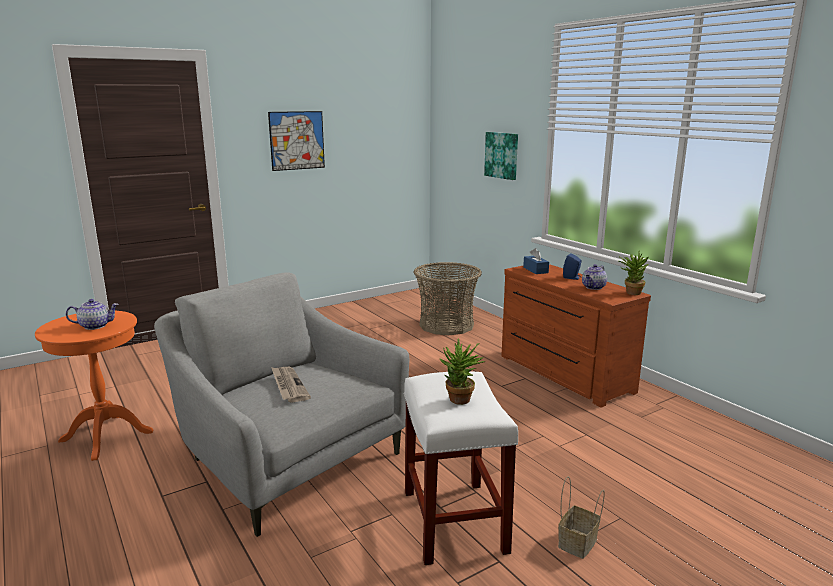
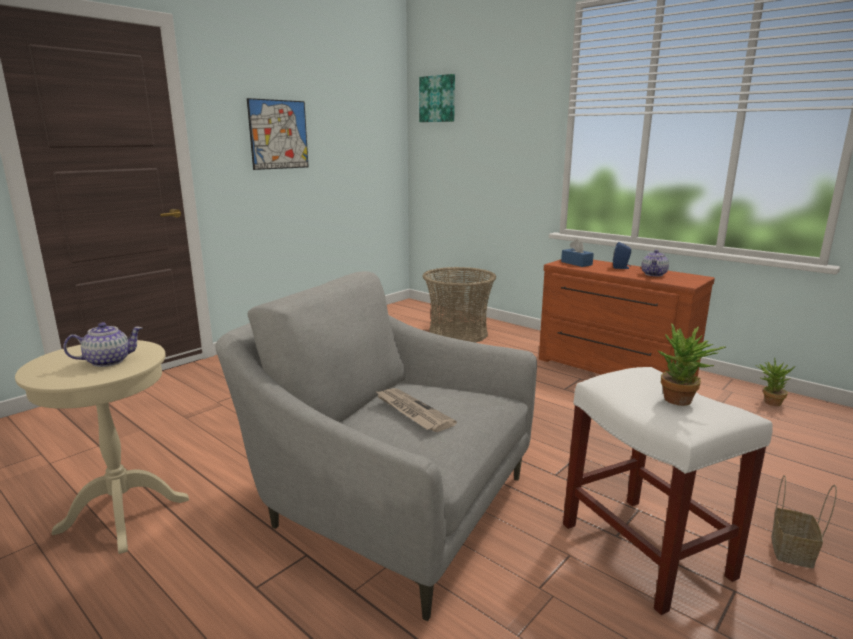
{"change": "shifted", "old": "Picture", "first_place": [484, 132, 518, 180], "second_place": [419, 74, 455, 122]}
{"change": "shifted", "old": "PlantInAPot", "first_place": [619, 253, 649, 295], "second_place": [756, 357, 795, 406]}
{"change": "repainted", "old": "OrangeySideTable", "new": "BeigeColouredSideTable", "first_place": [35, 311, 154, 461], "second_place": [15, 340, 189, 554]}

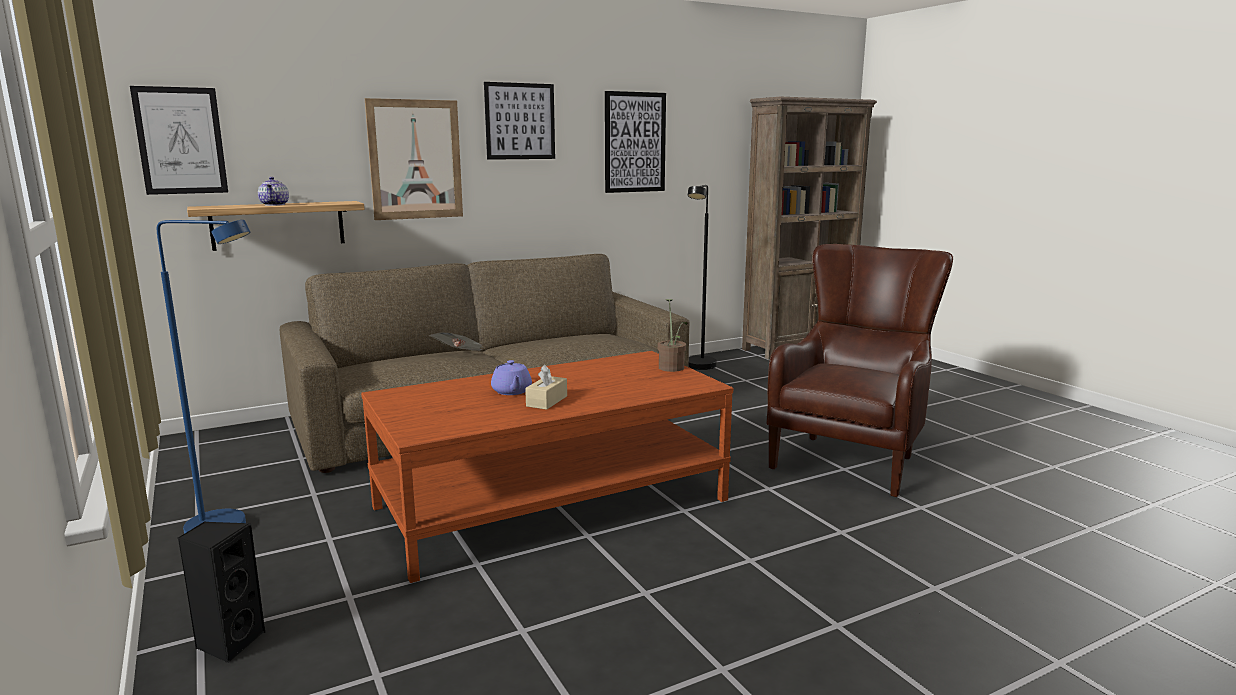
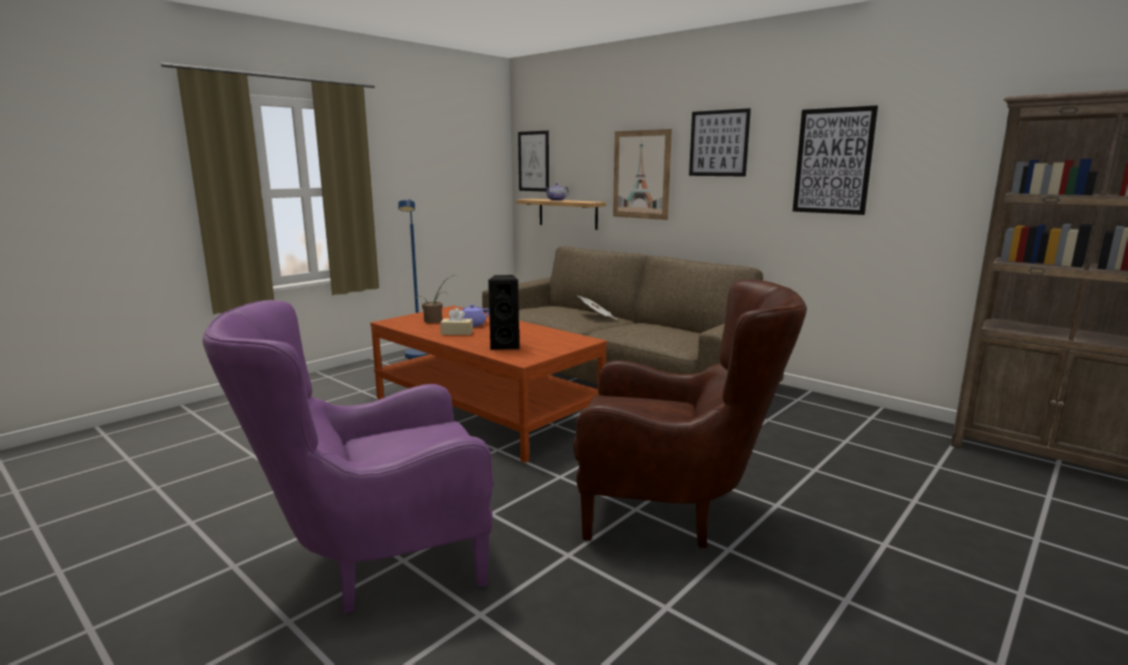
{"change": "gone", "old": "BlackishStandingLamp", "first_place": [688, 185, 717, 370]}
{"change": "new", "new": "PurplishEasyChair", "second_place": [202, 300, 494, 614]}
{"change": "shifted", "old": "BlackishLoudspeaker", "first_place": [178, 521, 266, 663], "second_place": [488, 275, 519, 350]}
{"change": "shifted", "old": "PlantInAPot", "first_place": [658, 299, 687, 372], "second_place": [417, 275, 457, 323]}

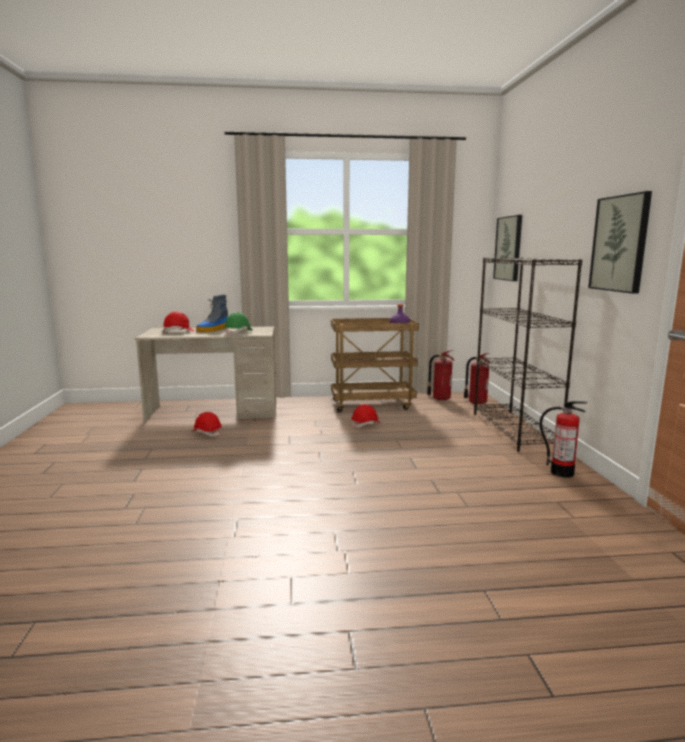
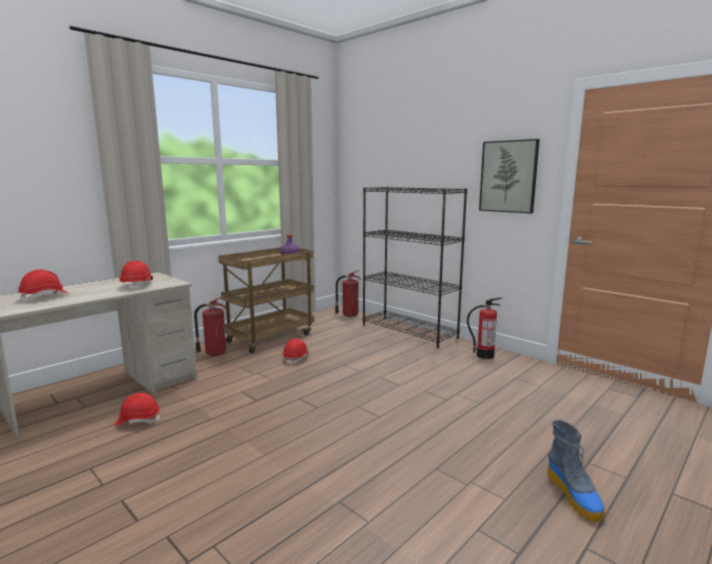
{"change": "gone", "old": "Picture", "first_place": [493, 215, 522, 281]}
{"change": "shifted", "old": "Boot", "first_place": [196, 295, 228, 333], "second_place": [547, 420, 605, 522]}
{"change": "shifted", "old": "FireExtinguisher", "first_place": [427, 350, 454, 400], "second_place": [194, 297, 227, 357]}
{"change": "repainted", "old": "GreenishWorkHelmet", "new": "RedColouredWorkHelmet", "first_place": [224, 312, 253, 335], "second_place": [119, 261, 153, 290]}

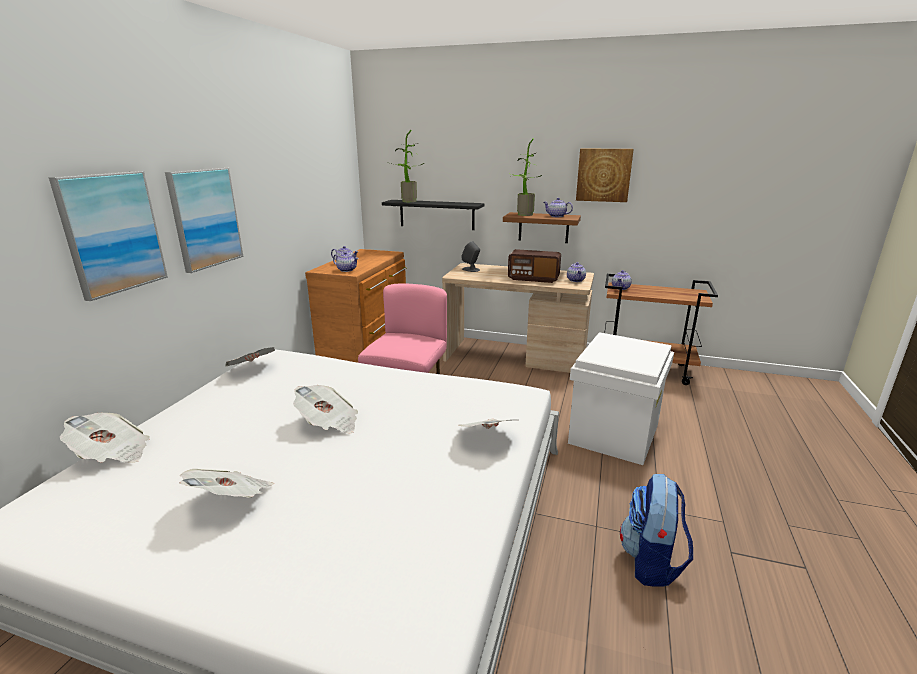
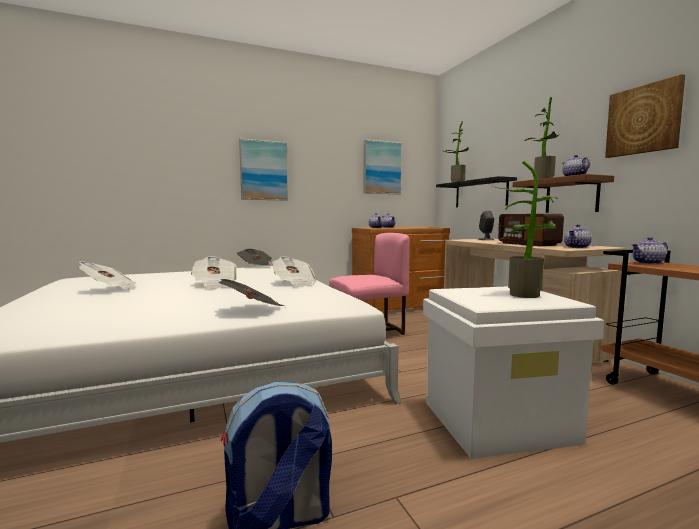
{"change": "new", "new": "PlantInAPot", "second_place": [493, 160, 558, 298]}
{"change": "shifted", "old": "Picture", "first_place": [49, 171, 168, 301], "second_place": [363, 139, 402, 194]}
{"change": "shifted", "old": "Newspaper", "first_place": [60, 413, 149, 463], "second_place": [273, 256, 317, 287]}

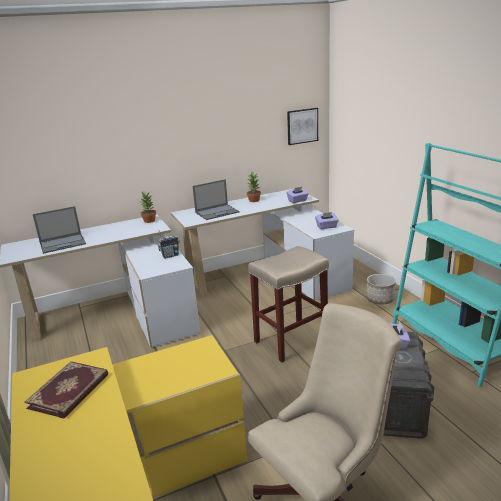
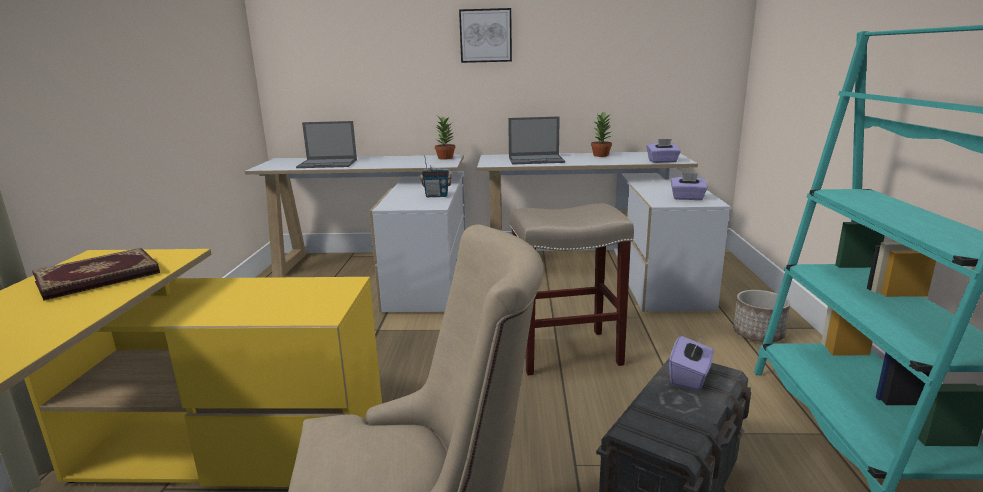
{"change": "shifted", "old": "Picture", "first_place": [287, 108, 318, 145], "second_place": [459, 8, 512, 63]}

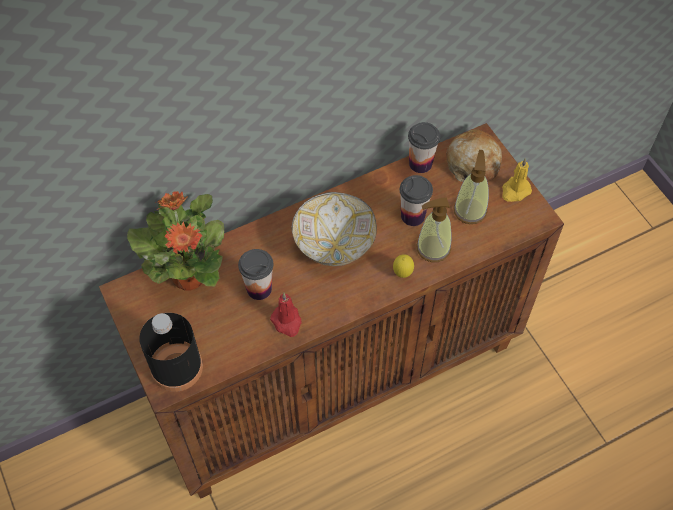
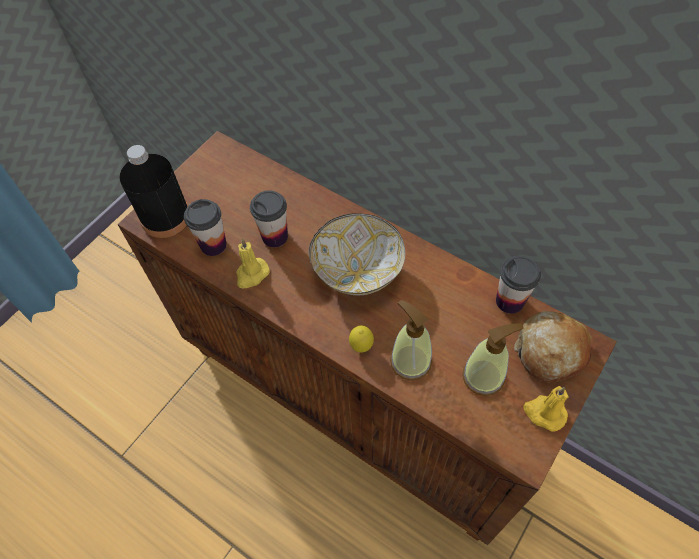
{"change": "gone", "old": "PlantInAPot", "first_place": [127, 191, 224, 291]}
{"change": "shifted", "old": "Cup", "first_place": [400, 175, 433, 226], "second_place": [184, 199, 227, 256]}
{"change": "repainted", "old": "RedColouredWaxLight", "new": "YellowWaxLight", "first_place": [270, 293, 302, 337], "second_place": [236, 239, 270, 288]}

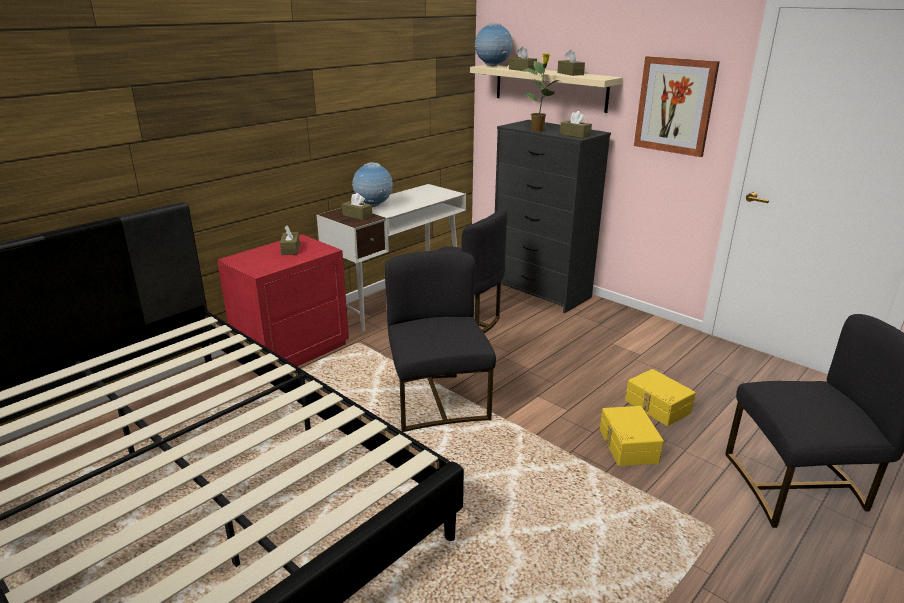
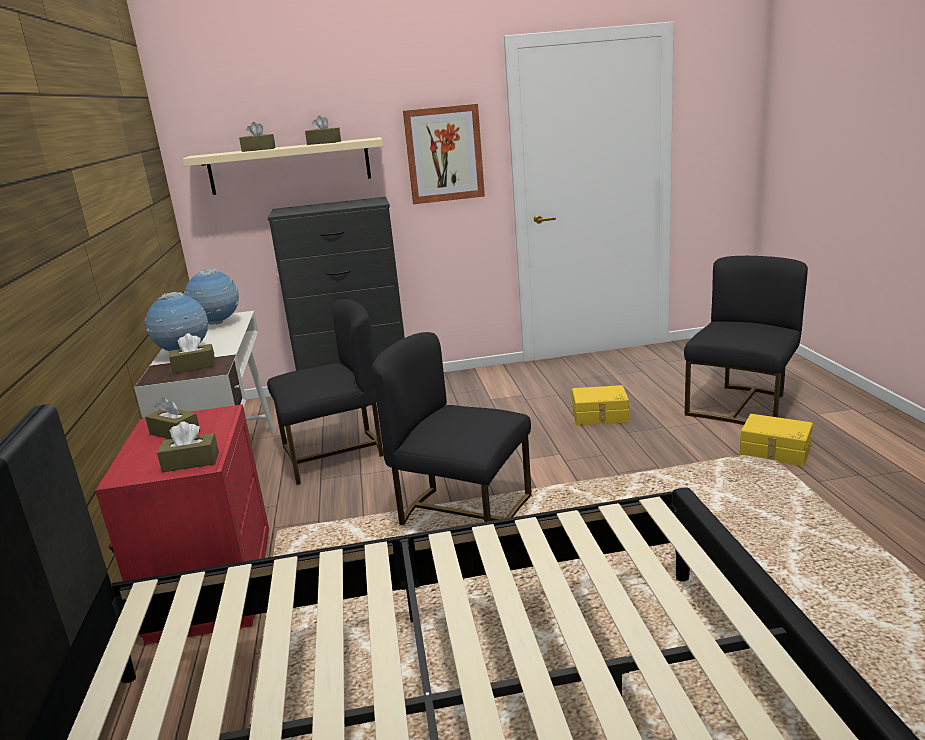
{"change": "gone", "old": "PlantInAPot", "first_place": [522, 54, 559, 131]}
{"change": "shifted", "old": "Globe", "first_place": [474, 23, 513, 67], "second_place": [184, 269, 239, 325]}
{"change": "shifted", "old": "BrownColouredTissueBox", "first_place": [560, 111, 592, 138], "second_place": [157, 422, 219, 472]}
{"change": "shifted", "old": "YellowStorageContainer", "first_place": [600, 406, 664, 466], "second_place": [740, 414, 813, 466]}

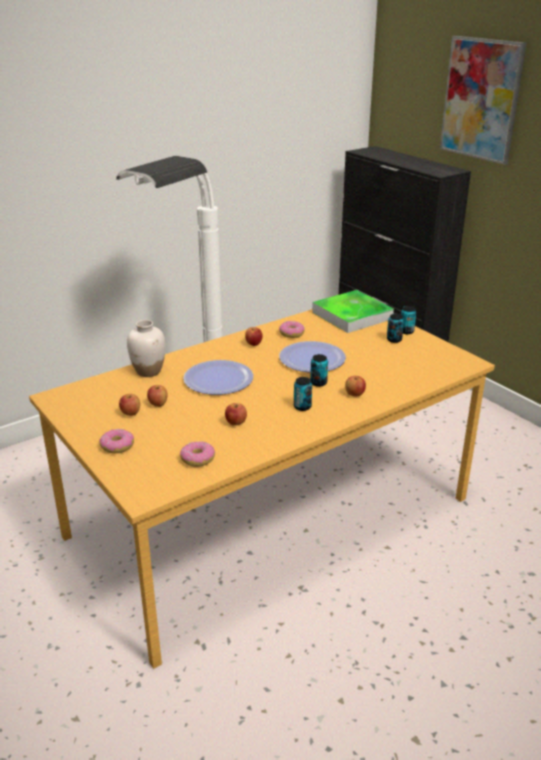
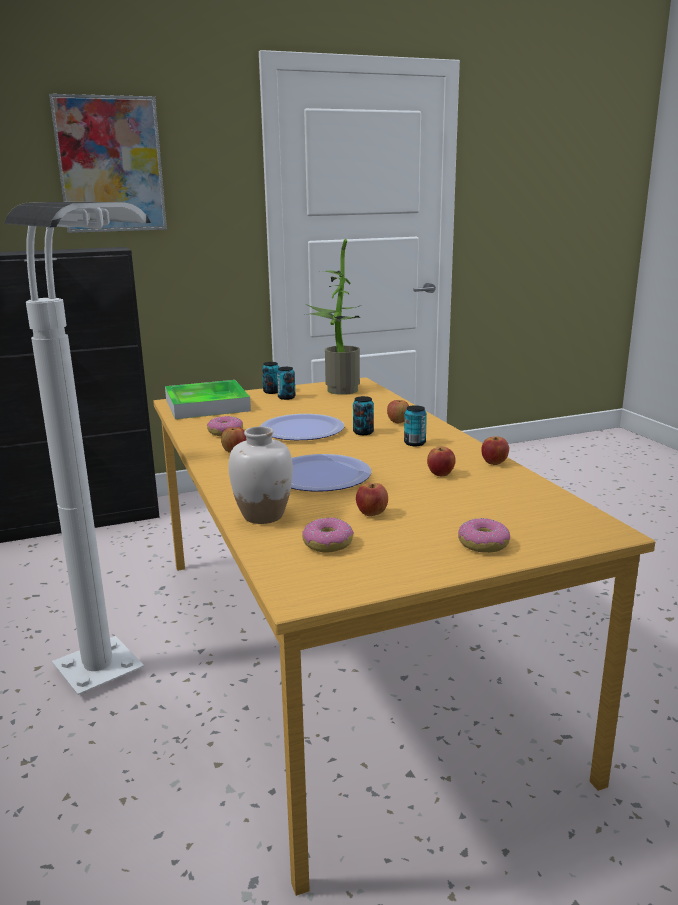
{"change": "new", "new": "PlantInAPot", "second_place": [303, 239, 361, 395]}
{"change": "shifted", "old": "WholeApple", "first_place": [119, 394, 140, 416], "second_place": [481, 436, 509, 465]}
{"change": "shifted", "old": "Donut", "first_place": [180, 442, 215, 467], "second_place": [302, 517, 354, 553]}

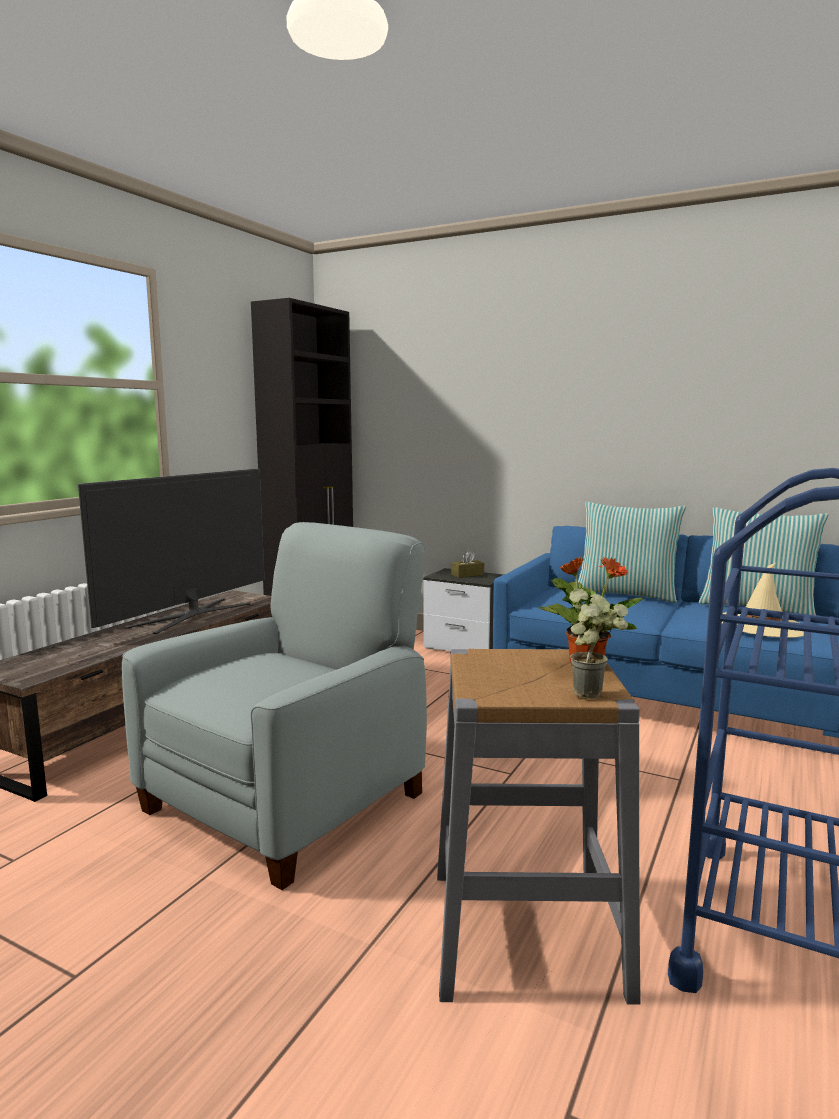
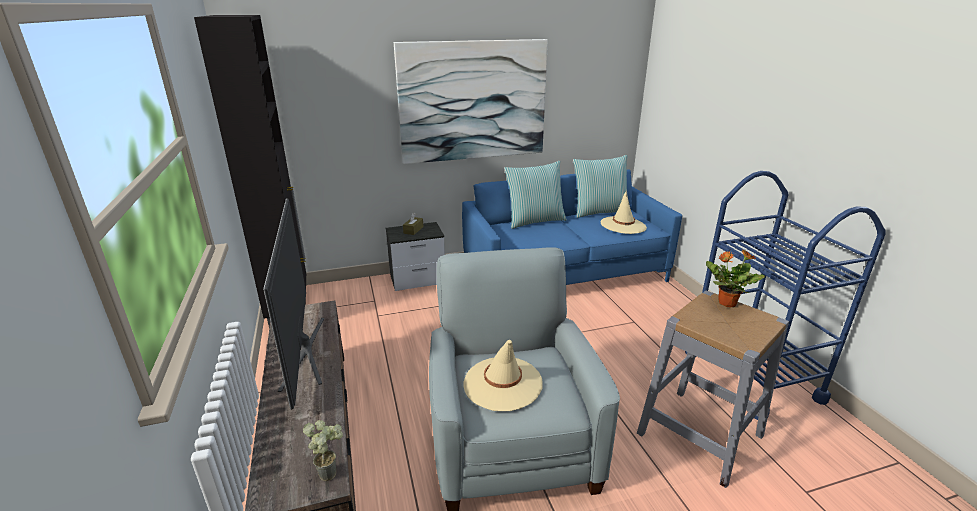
{"change": "new", "new": "Picture", "second_place": [394, 39, 548, 164]}
{"change": "new", "new": "BeigeColouredClothingHat", "second_place": [463, 340, 543, 411]}
{"change": "shifted", "old": "PlantInAPot", "first_place": [569, 588, 628, 699], "second_place": [303, 420, 343, 481]}

